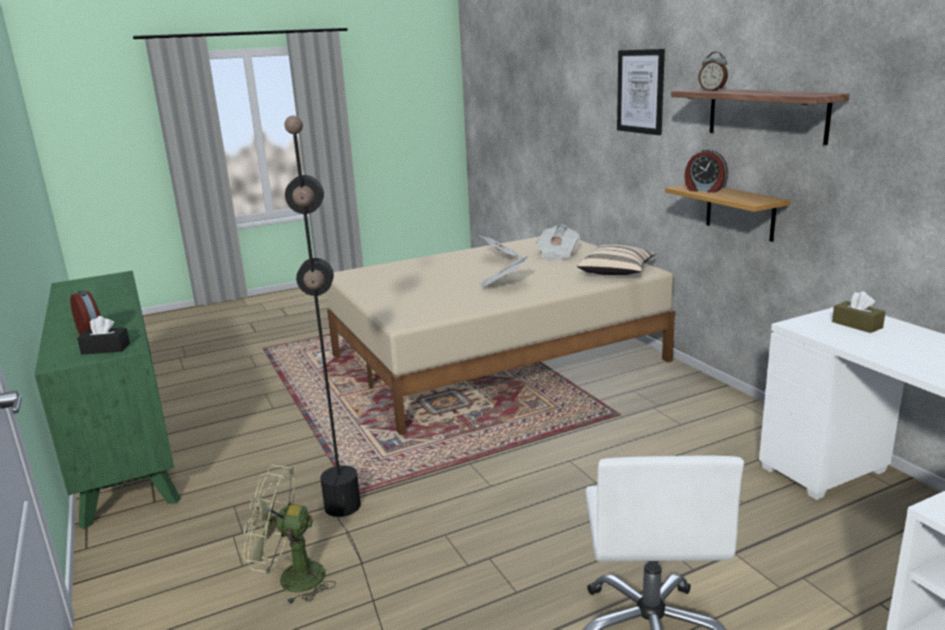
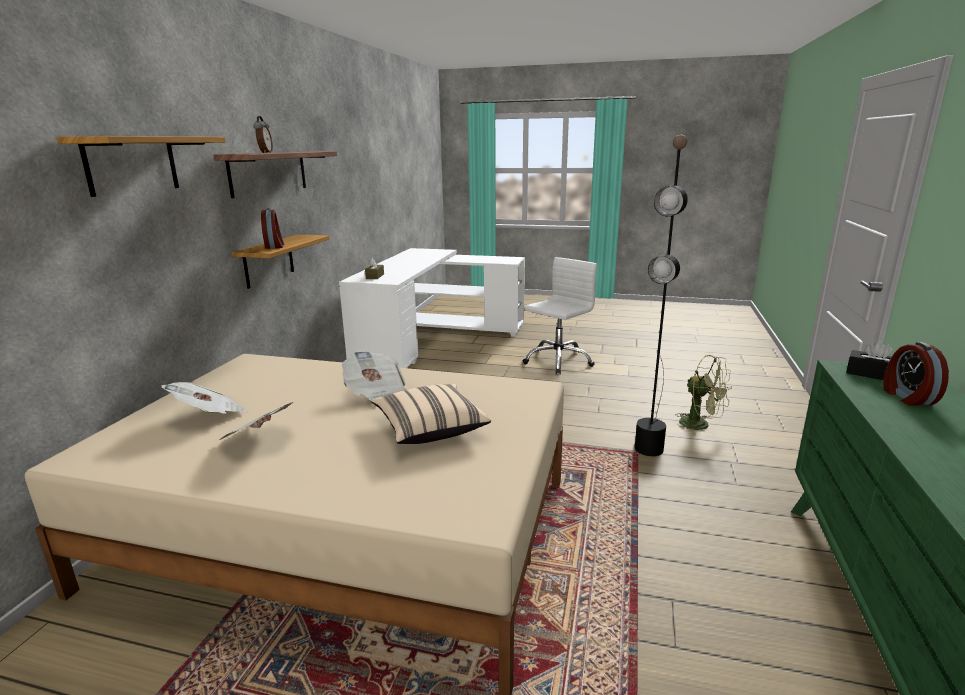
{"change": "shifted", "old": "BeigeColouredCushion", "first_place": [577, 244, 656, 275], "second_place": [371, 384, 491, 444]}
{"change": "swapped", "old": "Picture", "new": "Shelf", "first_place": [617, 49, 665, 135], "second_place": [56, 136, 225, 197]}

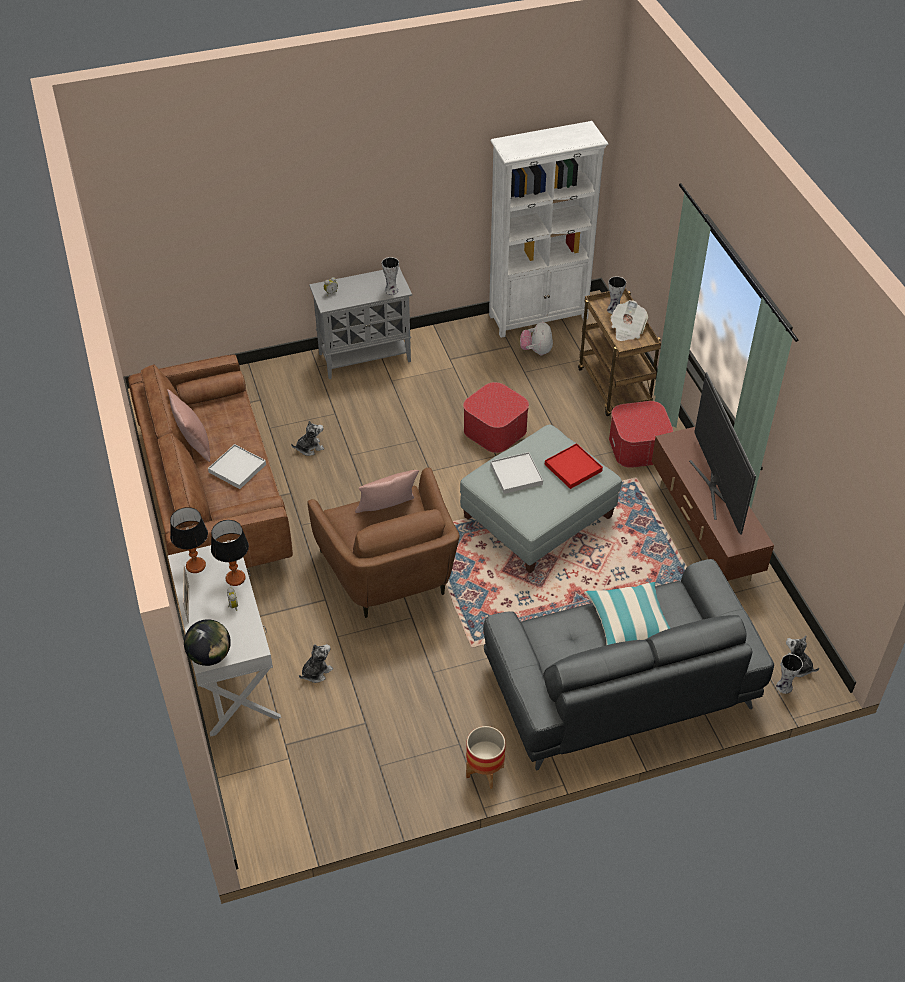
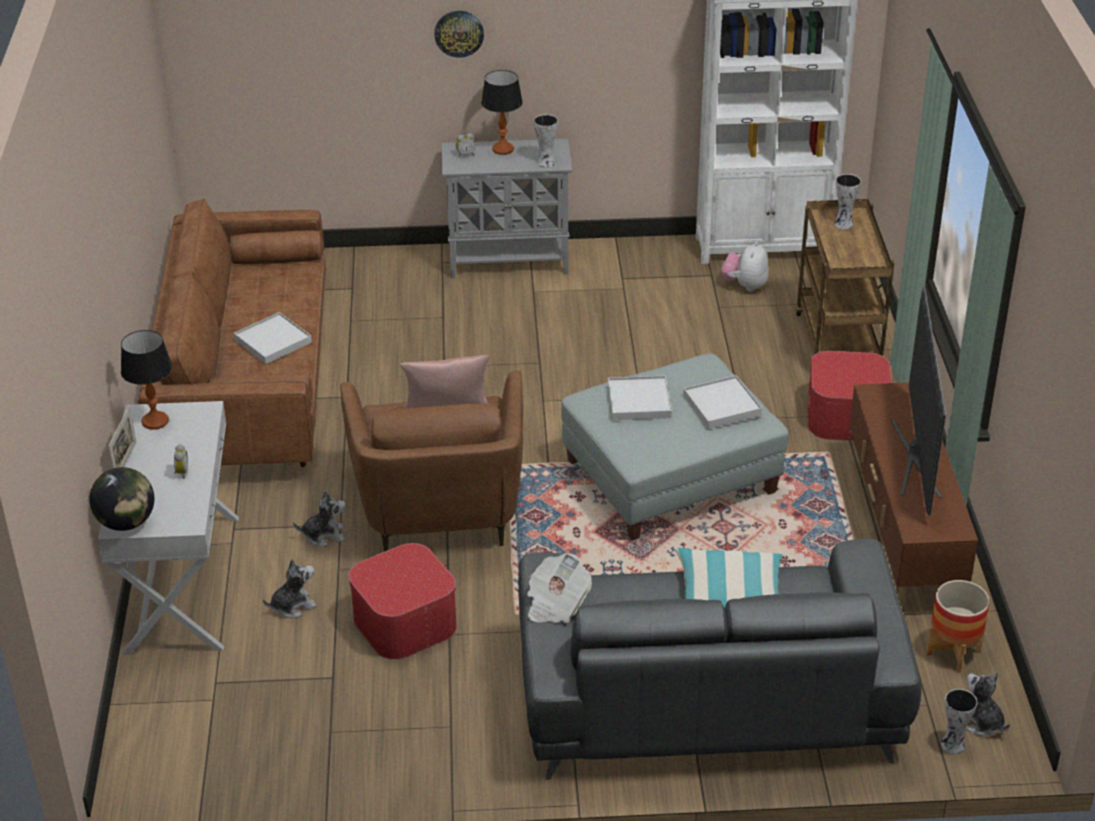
{"change": "gone", "old": "PinkishCushion", "first_place": [167, 389, 210, 462]}
{"change": "new", "new": "ClockOnTheWall", "second_place": [434, 11, 484, 58]}
{"change": "shifted", "old": "TableLamp", "first_place": [211, 520, 249, 586], "second_place": [481, 70, 523, 155]}
{"change": "shifted", "old": "SoftToy", "first_place": [291, 420, 324, 456], "second_place": [293, 490, 346, 547]}
{"change": "shifted", "old": "Ottoman", "first_place": [463, 382, 529, 453], "second_place": [348, 543, 457, 660]}
{"change": "shifted", "old": "Planter", "first_place": [466, 726, 506, 789], "second_place": [926, 580, 990, 672]}
{"change": "shifted", "old": "Newspaper", "first_place": [610, 300, 648, 341], "second_place": [527, 553, 592, 623]}
{"change": "repainted", "old": "RedColouredServingTray", "new": "WhitishServingTray", "first_place": [545, 443, 603, 489], "second_place": [683, 375, 762, 429]}

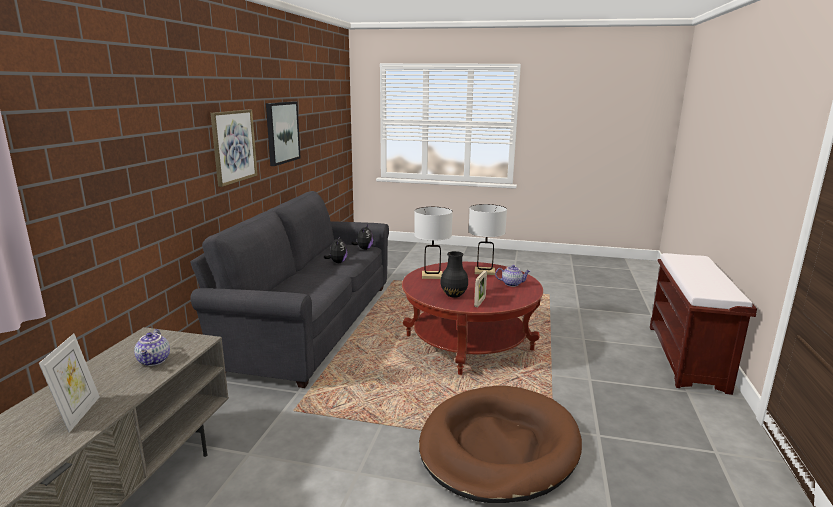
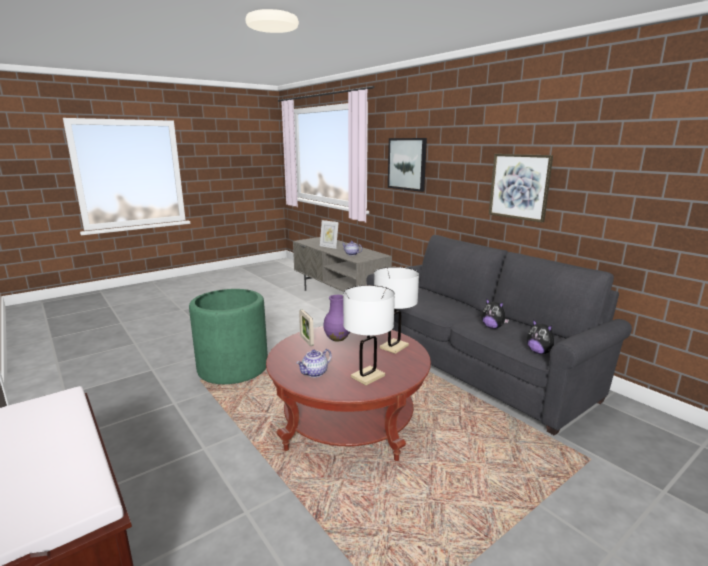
{"change": "shifted", "old": "Picture", "first_place": [266, 101, 301, 166], "second_place": [388, 138, 427, 192]}
{"change": "swapped", "old": "BrownColouredDogBed", "new": "GreenishPlanter", "first_place": [419, 386, 582, 503], "second_place": [189, 289, 268, 384]}
{"change": "repainted", "old": "BlackishDecorativeVase", "new": "PurplishDecorativeVase", "first_place": [440, 251, 468, 298], "second_place": [323, 295, 350, 341]}

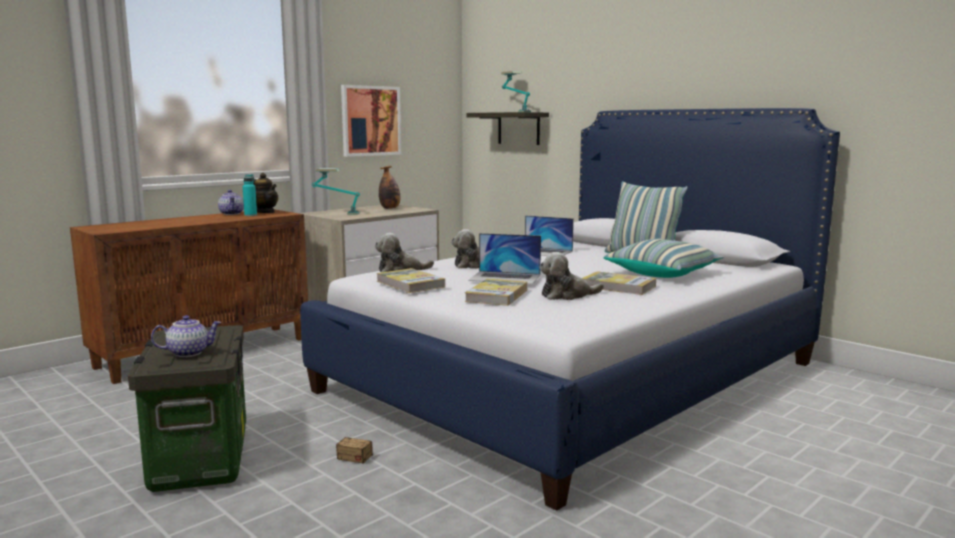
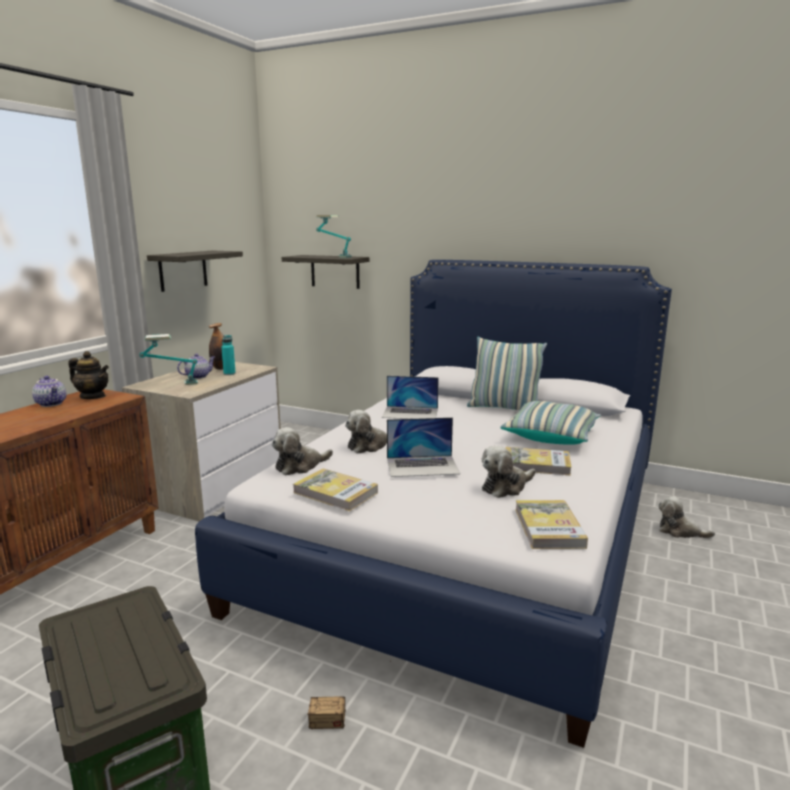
{"change": "new", "new": "SoftToy", "second_place": [659, 496, 715, 538]}
{"change": "shifted", "old": "TeaPot", "first_place": [151, 315, 222, 357], "second_place": [177, 353, 215, 379]}
{"change": "shifted", "old": "BlueGreenBottle", "first_place": [243, 174, 257, 216], "second_place": [221, 335, 236, 375]}
{"change": "shifted", "old": "Volume", "first_place": [465, 279, 527, 306], "second_place": [515, 500, 588, 549]}
{"change": "swapped", "old": "Picture", "new": "Shelf", "first_place": [341, 85, 401, 157], "second_place": [147, 251, 243, 292]}

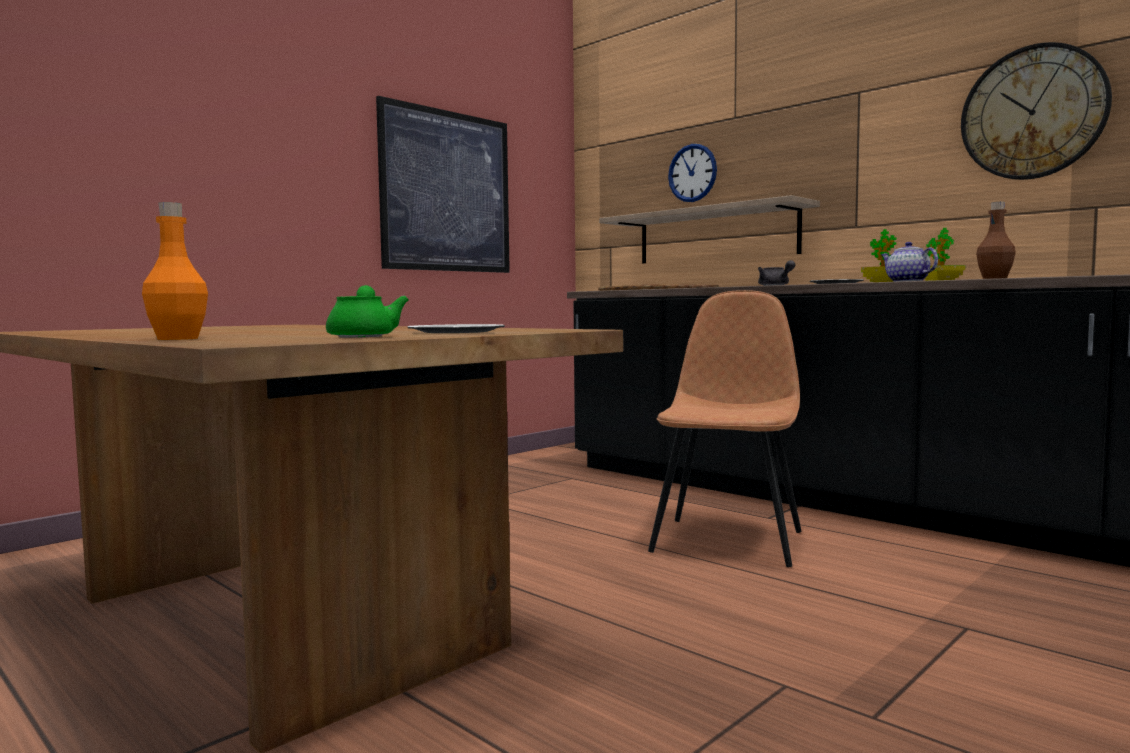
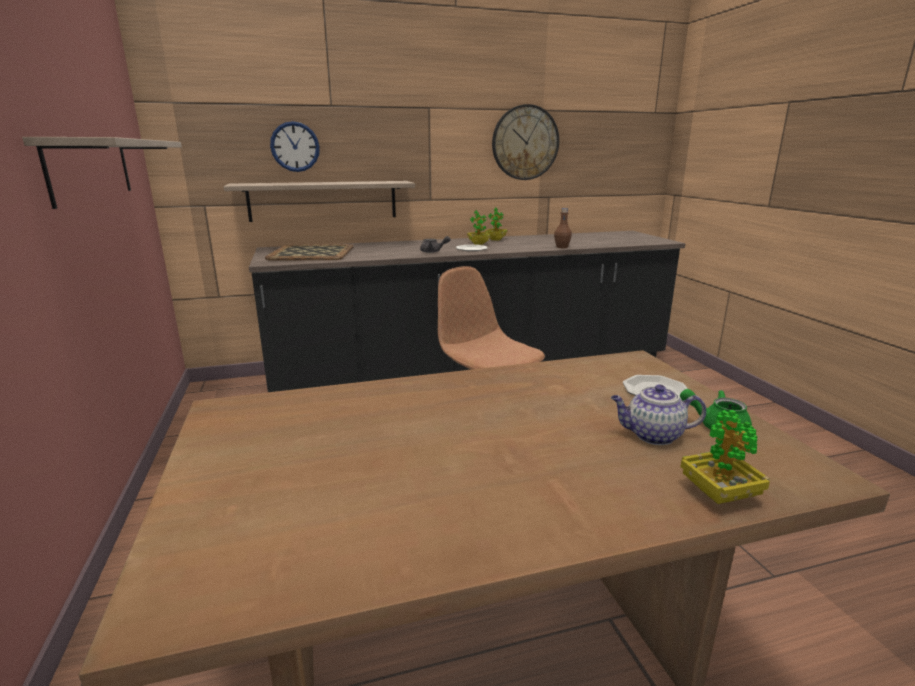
{"change": "shifted", "old": "TeaPot", "first_place": [881, 242, 938, 282], "second_place": [611, 384, 706, 445]}
{"change": "swapped", "old": "OrangeyBottle", "new": "PlantInAPot", "first_place": [142, 202, 208, 340], "second_place": [680, 410, 770, 504]}
{"change": "swapped", "old": "Picture", "new": "Shelf", "first_place": [376, 96, 510, 273], "second_place": [22, 137, 182, 209]}

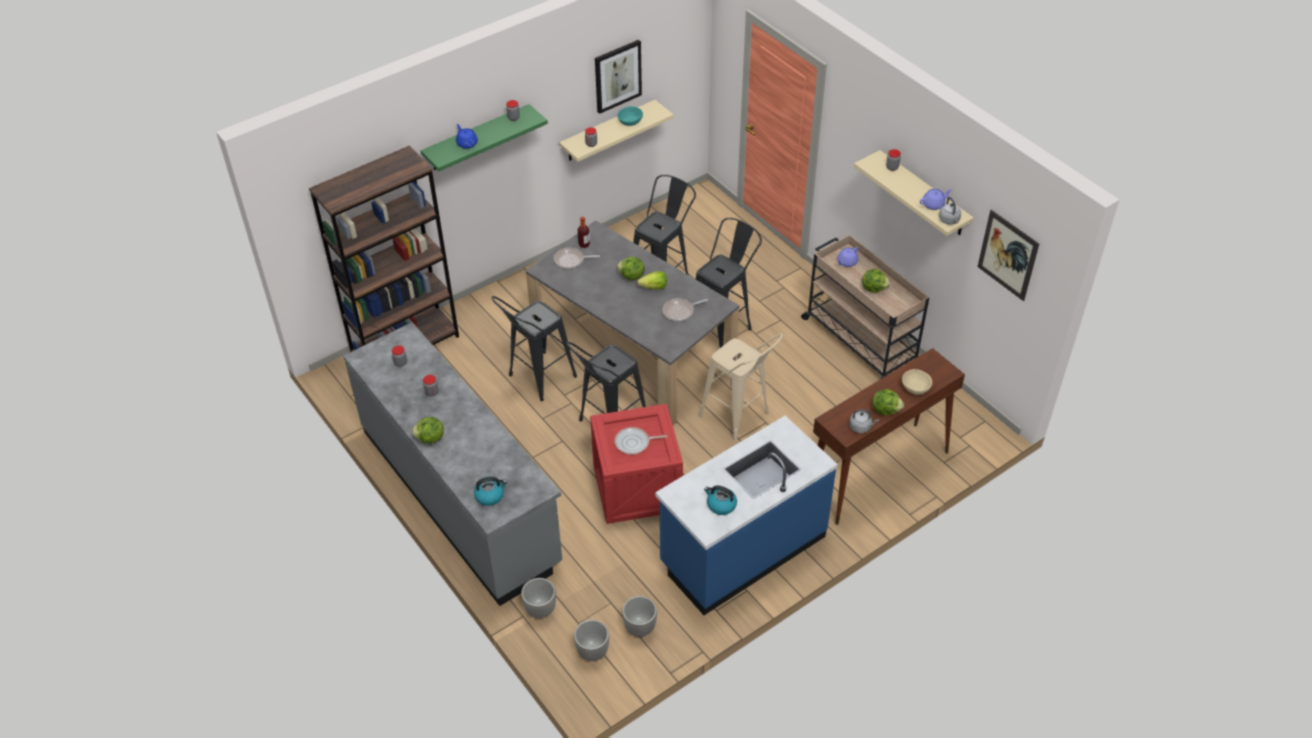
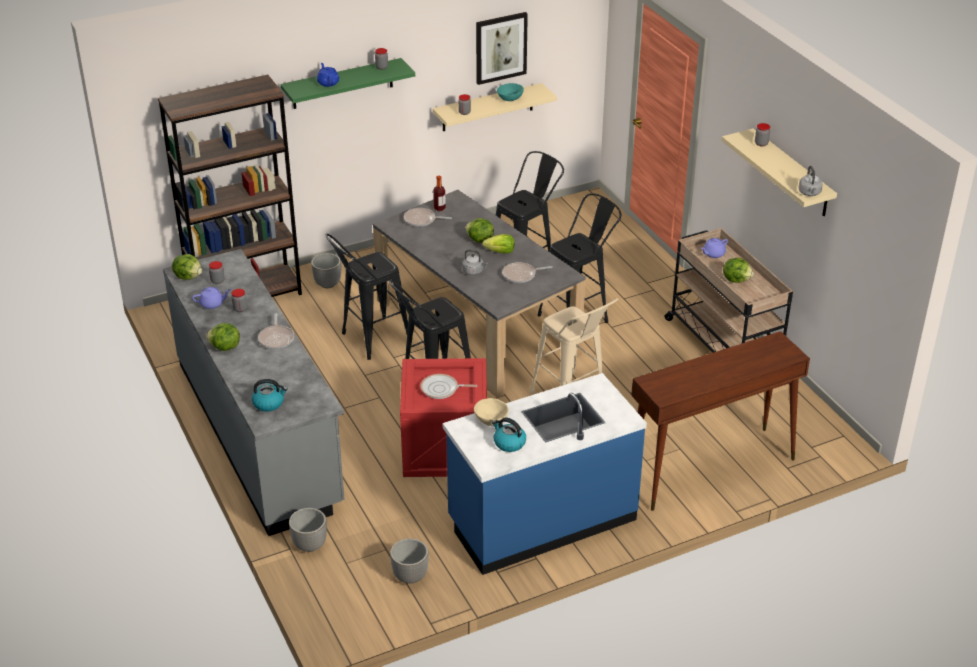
{"change": "gone", "old": "Picture", "first_place": [977, 210, 1039, 301]}
{"change": "new", "new": "FryingPan", "second_place": [258, 313, 294, 349]}
{"change": "shifted", "old": "Planter", "first_place": [574, 619, 609, 661], "second_place": [311, 253, 341, 288]}
{"change": "shifted", "old": "GrayTeaKettle", "first_place": [849, 409, 879, 433], "second_place": [462, 250, 489, 275]}
{"change": "shifted", "old": "LettuceHead", "first_place": [872, 389, 904, 415], "second_place": [172, 254, 202, 280]}
{"change": "shifted", "old": "BeigeColouredBowl", "first_place": [902, 369, 932, 395], "second_place": [474, 398, 509, 426]}
{"change": "shifted", "old": "PurplishTeaPot", "first_place": [920, 189, 952, 210], "second_place": [192, 287, 231, 309]}

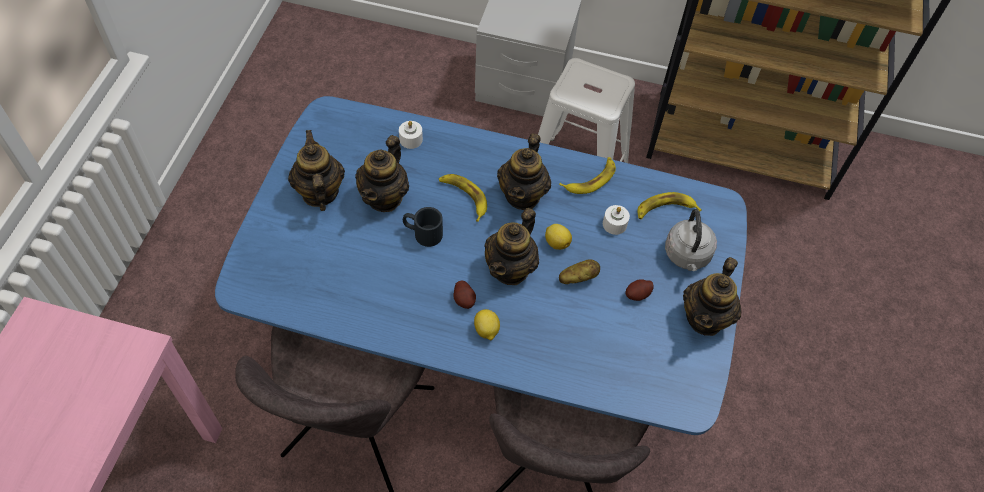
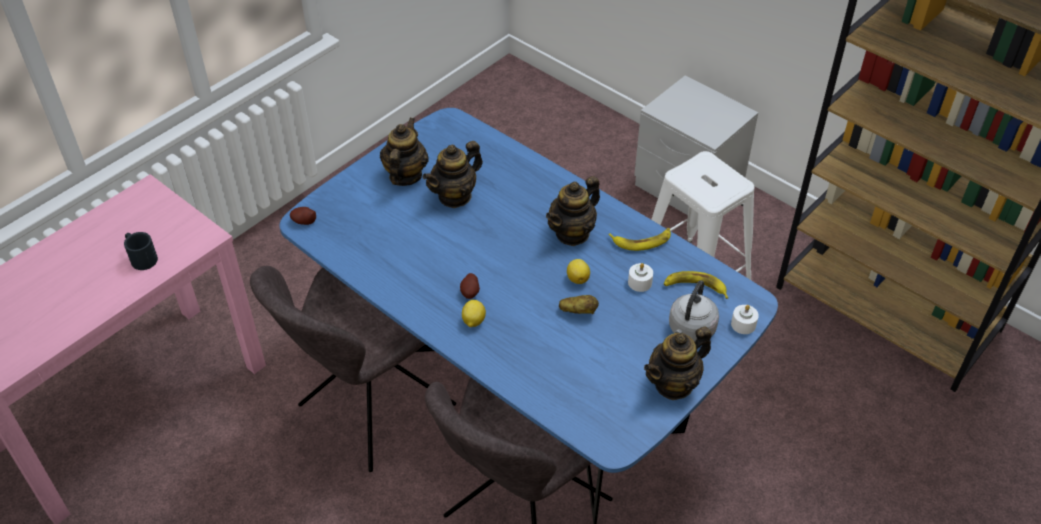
{"change": "gone", "old": "Banana", "first_place": [439, 174, 487, 222]}
{"change": "gone", "old": "TeaPot", "first_place": [484, 208, 539, 285]}
{"change": "shifted", "old": "WhitishWaxLight", "first_place": [399, 121, 423, 149], "second_place": [731, 305, 759, 334]}
{"change": "shifted", "old": "BlackishTeaMug", "first_place": [403, 207, 443, 247], "second_place": [124, 232, 158, 270]}
{"change": "shifted", "old": "Spud", "first_place": [625, 279, 654, 301], "second_place": [290, 207, 316, 225]}

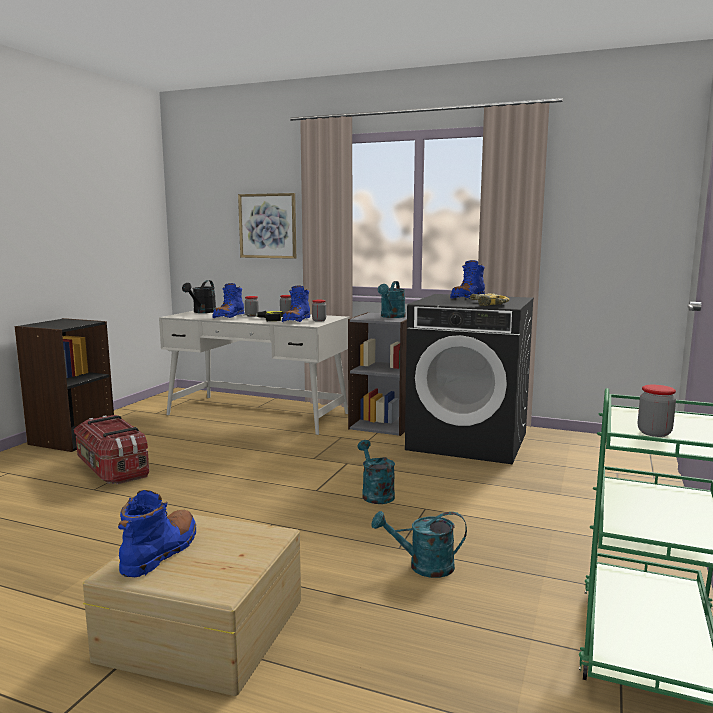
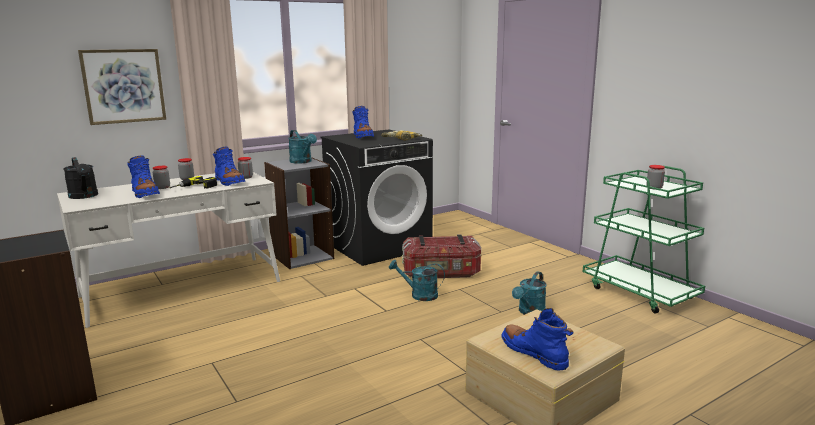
{"change": "shifted", "old": "StorageContainer", "first_place": [74, 415, 149, 484], "second_place": [402, 234, 481, 278]}

